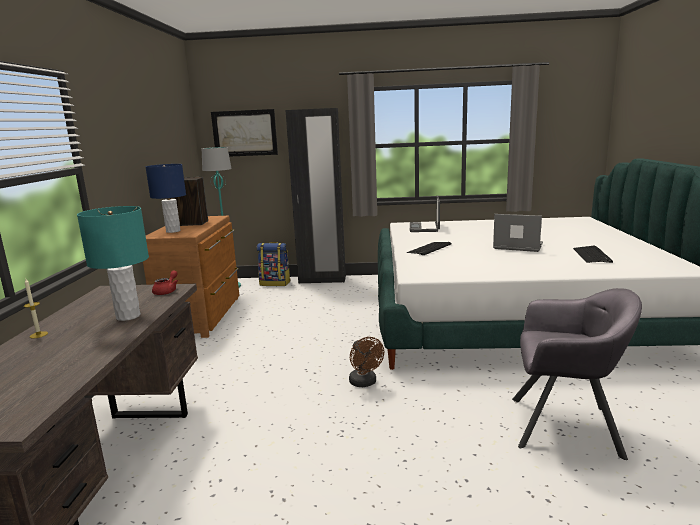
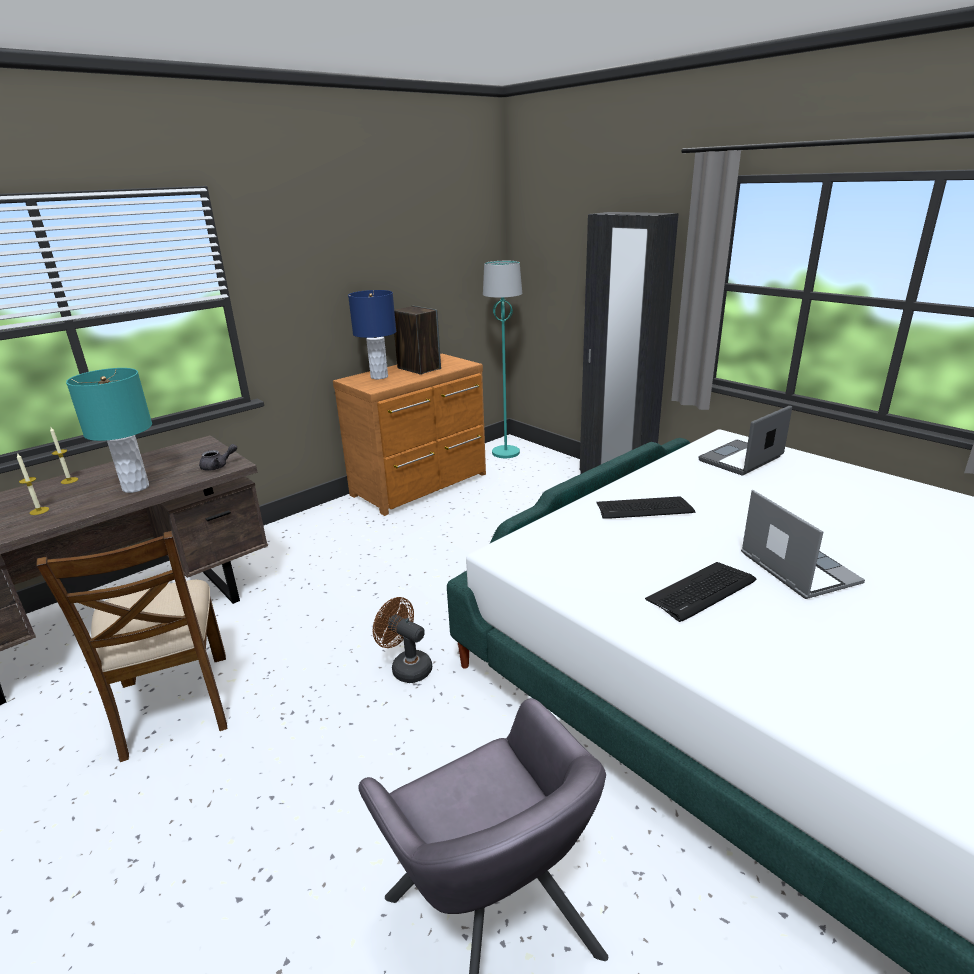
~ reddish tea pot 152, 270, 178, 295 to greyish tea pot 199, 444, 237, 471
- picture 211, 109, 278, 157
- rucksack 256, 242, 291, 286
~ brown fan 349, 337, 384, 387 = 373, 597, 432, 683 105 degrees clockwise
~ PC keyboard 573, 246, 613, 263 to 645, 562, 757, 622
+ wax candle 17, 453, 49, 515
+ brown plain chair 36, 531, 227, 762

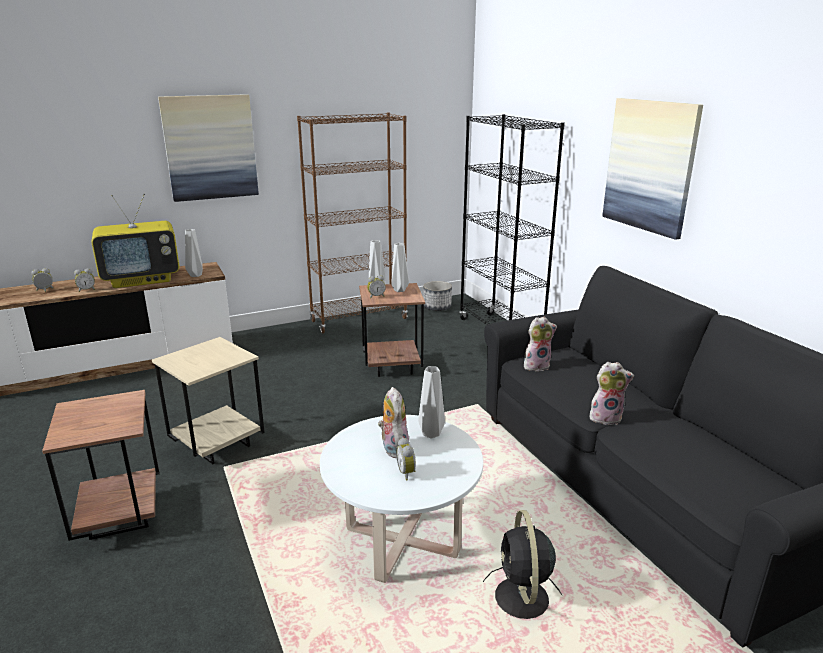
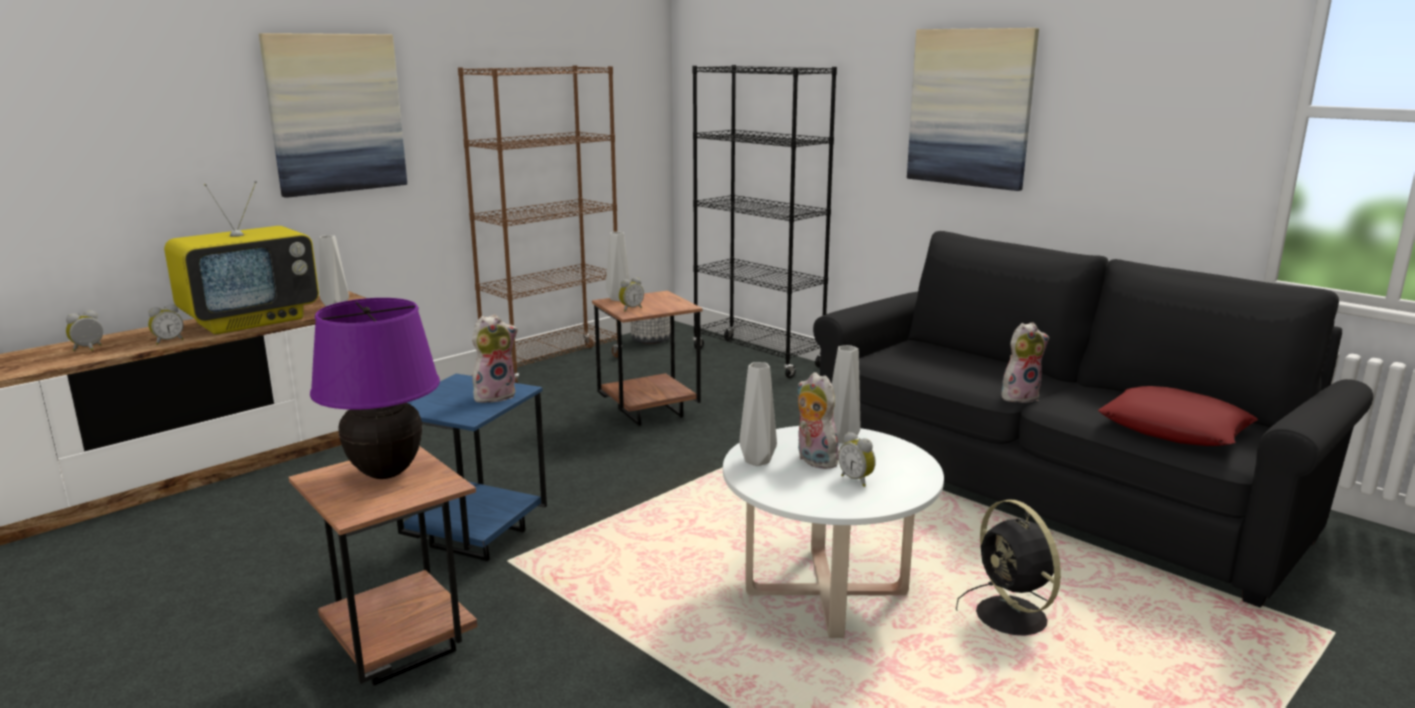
~ beige-coloured side table 152, 337, 265, 464 to blue side table 397, 374, 547, 561
~ greyish vase 391, 243, 409, 292 to 739, 362, 777, 466
~ plush toy 524, 317, 557, 371 to 472, 314, 518, 403
+ purple lamp for a table 310, 298, 440, 479
+ reddish throw pillow 1098, 386, 1258, 446

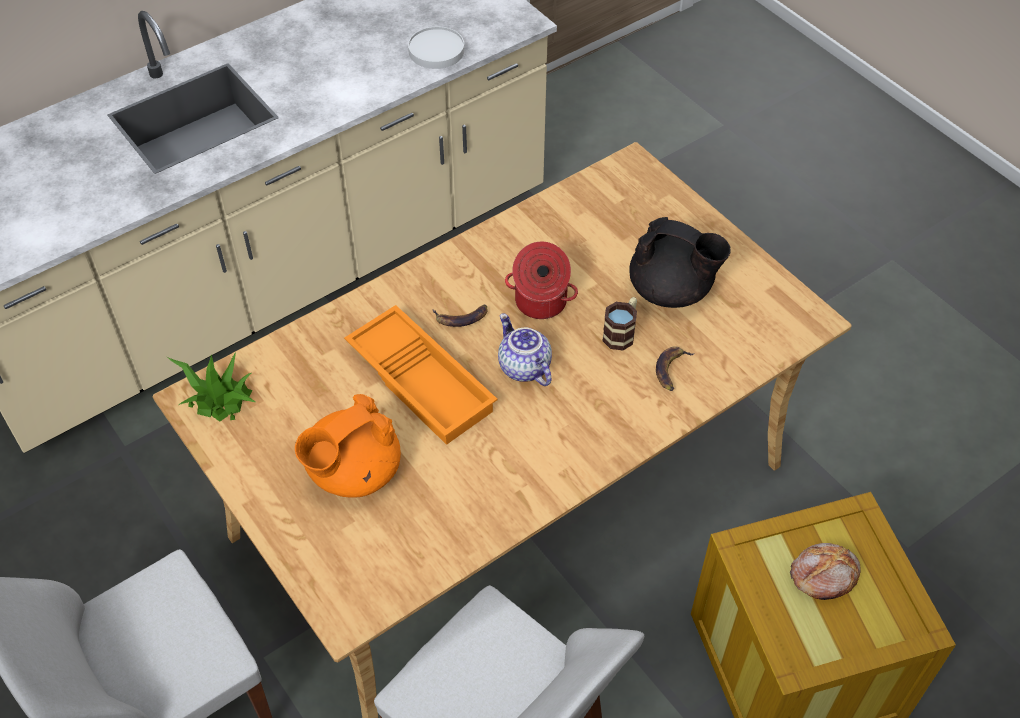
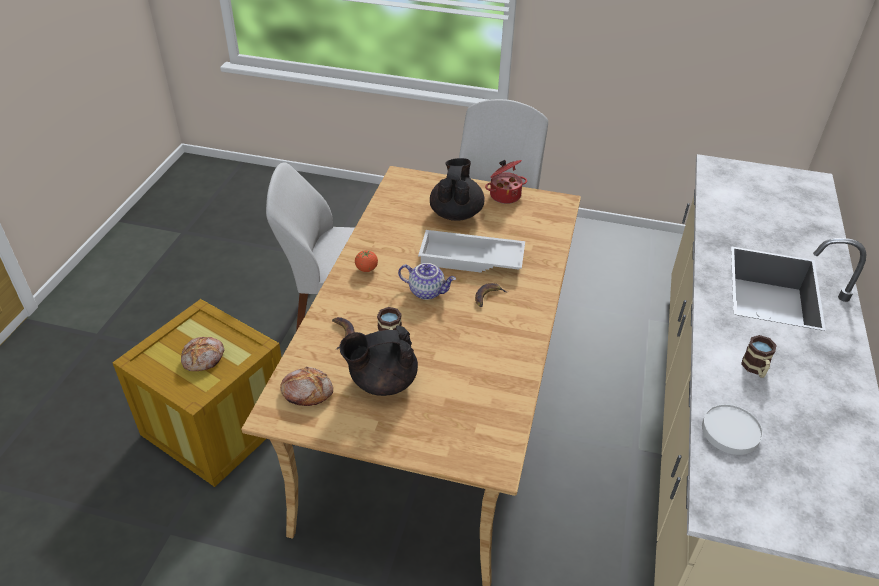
- potted plant 167, 353, 255, 422
~ orange-coloured tea pot 295, 394, 401, 498 to blackish tea pot 430, 158, 485, 221
~ orange-coloured tray 344, 305, 498, 445 to whitish tray 418, 230, 525, 273
~ cooking pot 505, 242, 578, 319 to 485, 160, 527, 204
+ bread 280, 367, 333, 406
+ tomato 355, 250, 378, 272
+ mug 741, 335, 777, 378

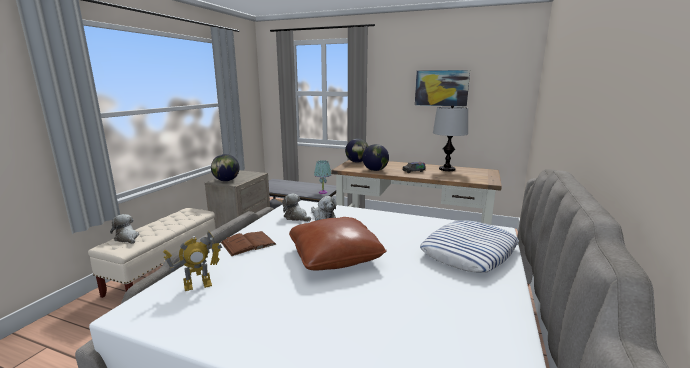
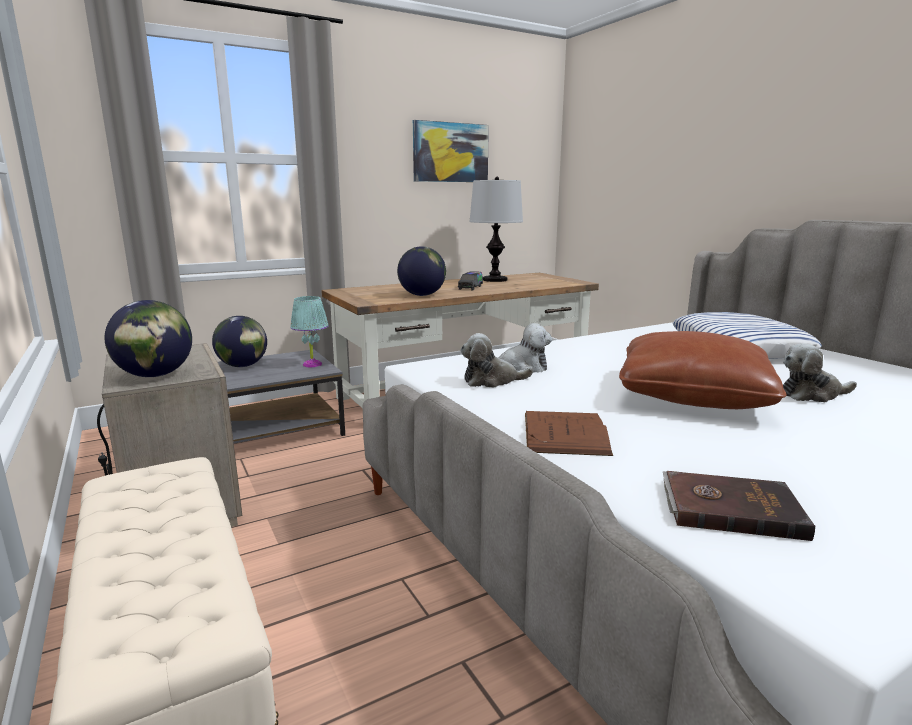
~ plush toy 110, 214, 139, 244 to 783, 344, 857, 402
~ toy robot 163, 230, 222, 291 to brown book 663, 471, 815, 541
~ desk globe 345, 138, 369, 163 to 212, 316, 267, 367

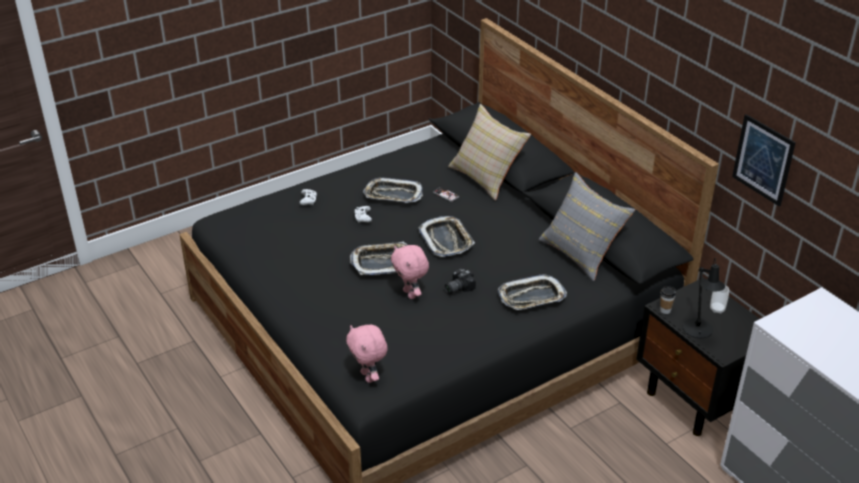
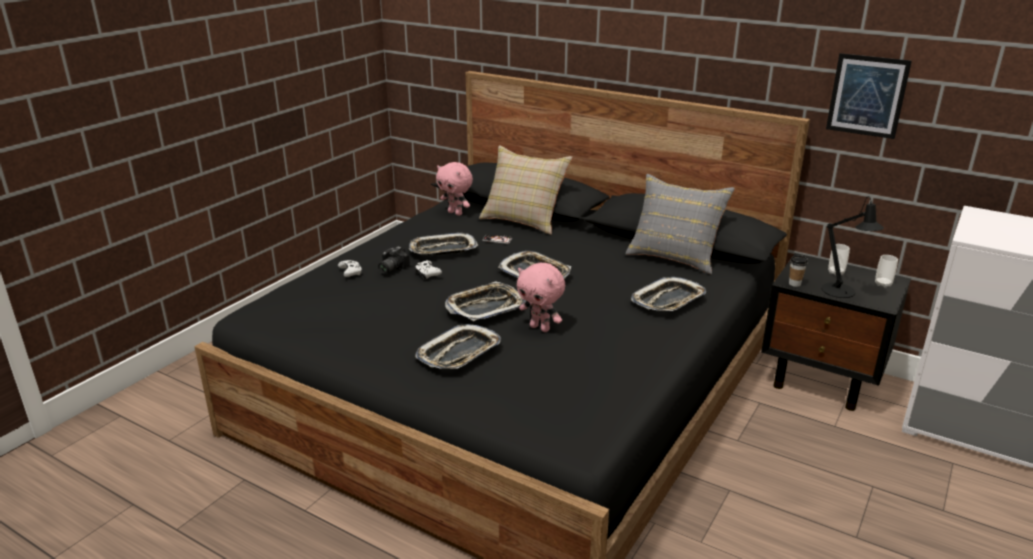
~ pinkish plush toy 346, 325, 388, 383 to 436, 162, 473, 216
~ still camera 445, 268, 476, 294 to 378, 246, 410, 274
+ tray 415, 324, 501, 369
+ cup 875, 255, 898, 288

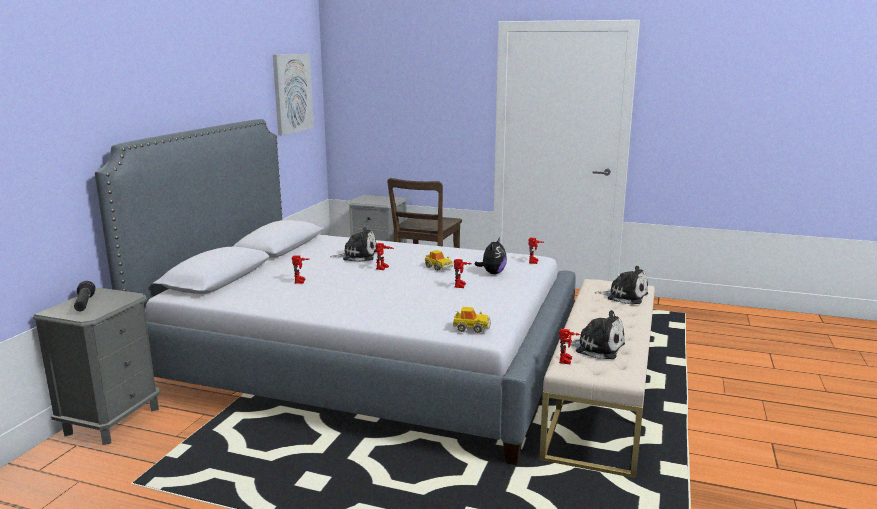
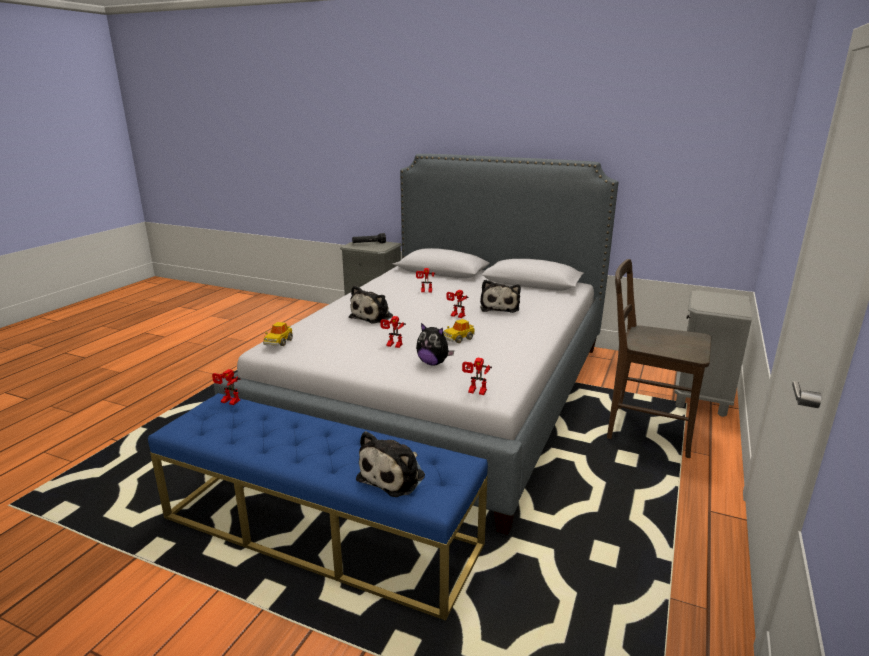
- picture 273, 54, 314, 135
~ beige-coloured indoor bench 539, 279, 655, 478 to blue indoor bench 148, 393, 488, 621
~ plush toy 565, 310, 625, 359 to 349, 286, 393, 324

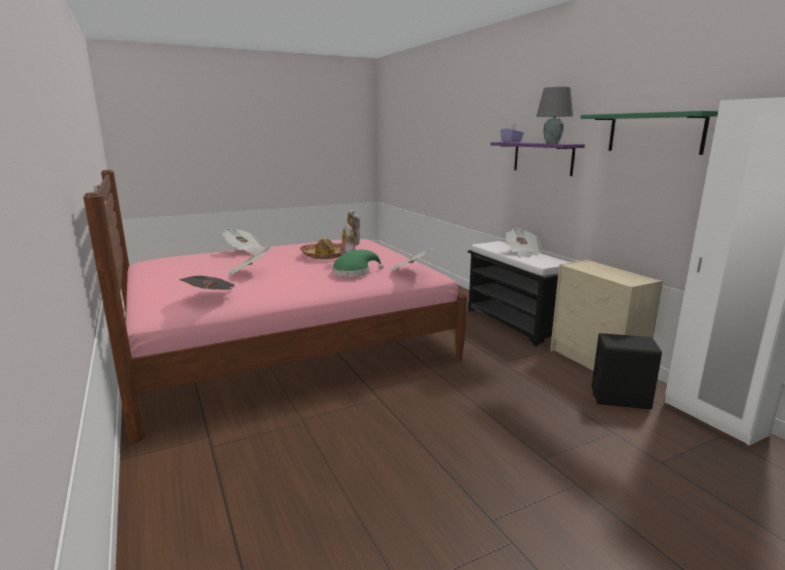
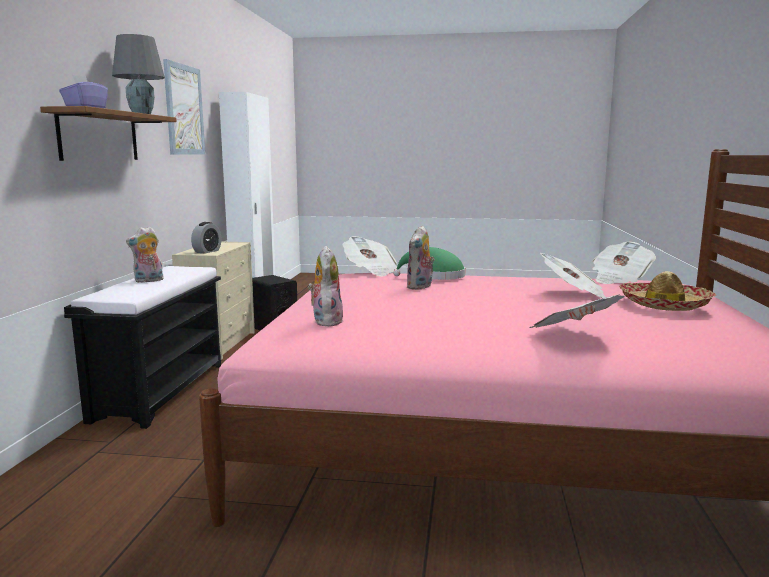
~ wearable hat 300, 238, 341, 259 to 620, 271, 716, 311
~ purple wall shelf 490, 142, 585, 176 to brown wall shelf 40, 106, 177, 161
~ printed paper 505, 228, 541, 257 to plush toy 126, 227, 164, 283
~ green-coloured wall shelf 580, 111, 718, 155 to picture 163, 59, 205, 155
+ bedside clock 191, 222, 222, 253

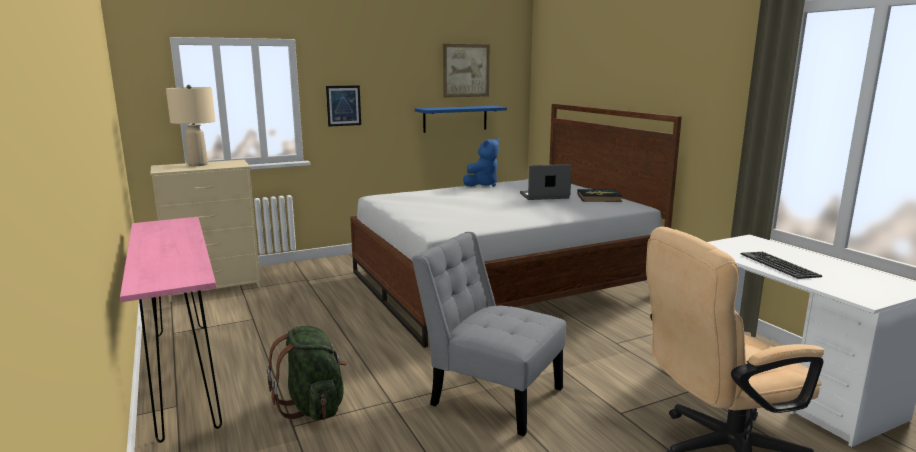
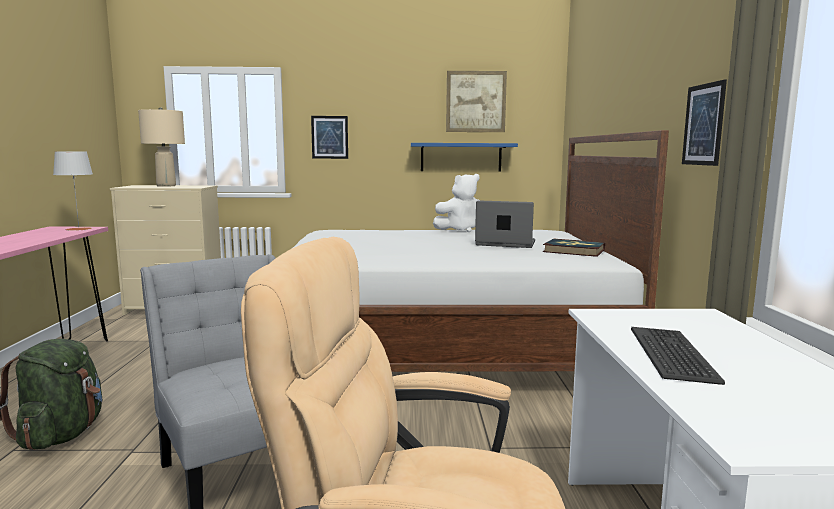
~ blue plush toy 463, 138, 499, 187 to whitish plush toy 433, 174, 480, 232
+ greyish lamp for a table 53, 151, 93, 231
+ picture 682, 79, 727, 166

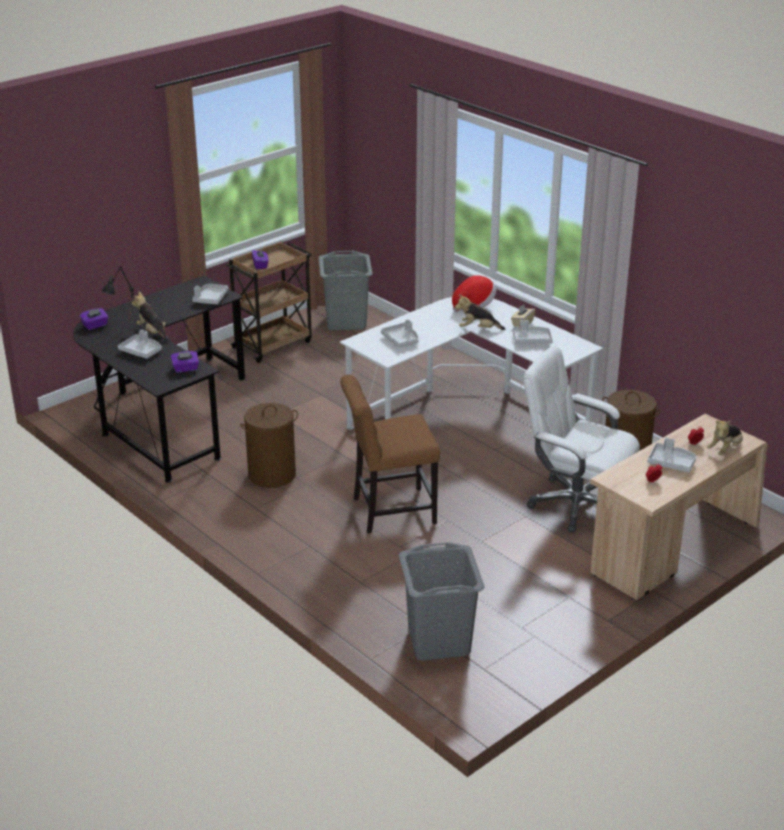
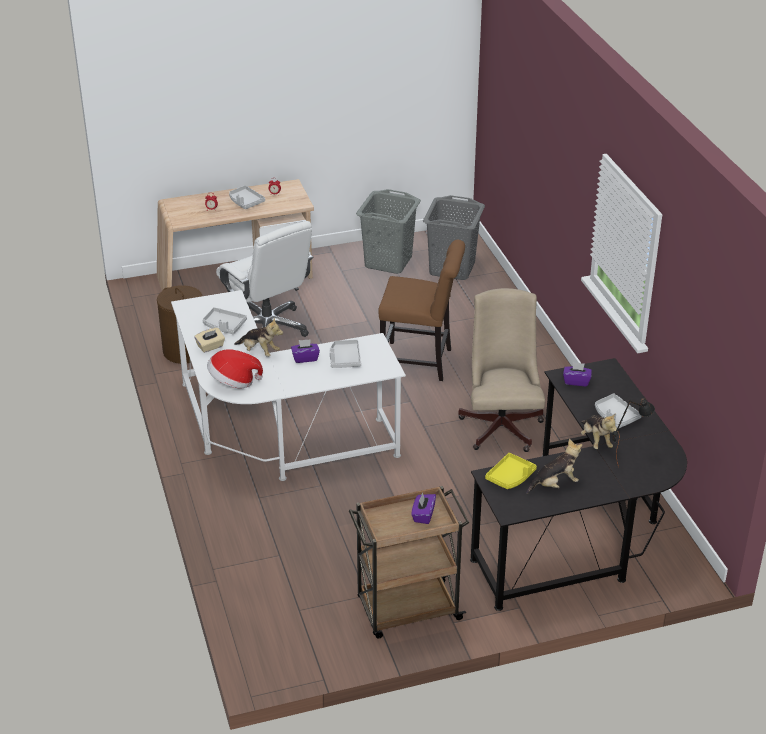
~ purple box of tissues 80, 308, 108, 330 to 291, 339, 320, 363
~ greyish tray 192, 284, 229, 304 to yellow-coloured tray 485, 453, 537, 489
~ brown washing basket 240, 403, 298, 488 to beige-coloured computer chair 458, 288, 545, 452
~ greyish washing basket 318, 251, 373, 331 to 356, 189, 421, 274
~ plush toy 707, 420, 743, 455 to 526, 439, 582, 494

